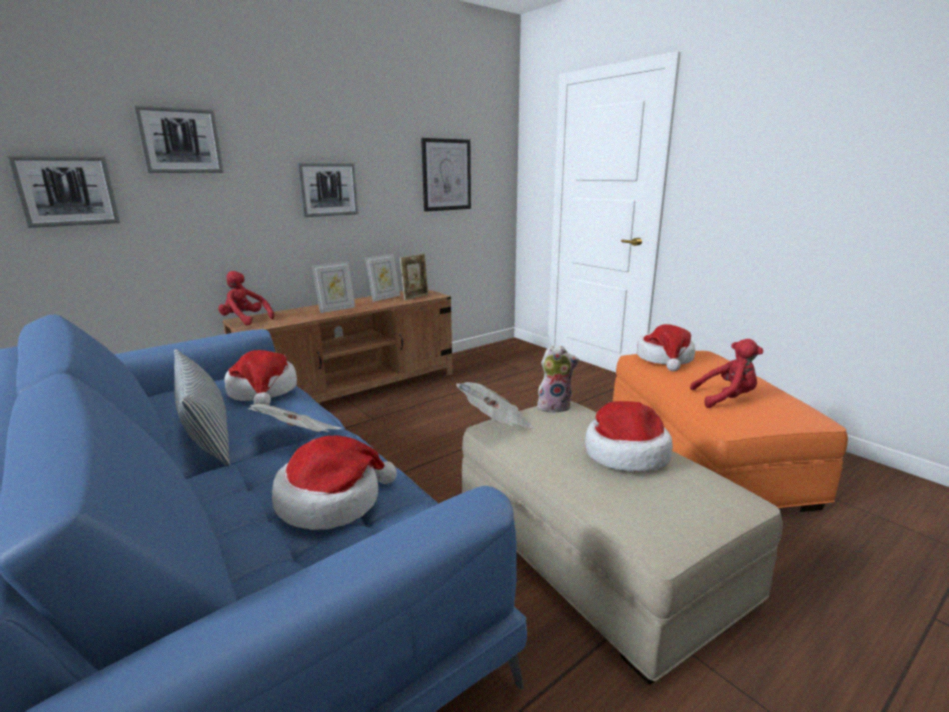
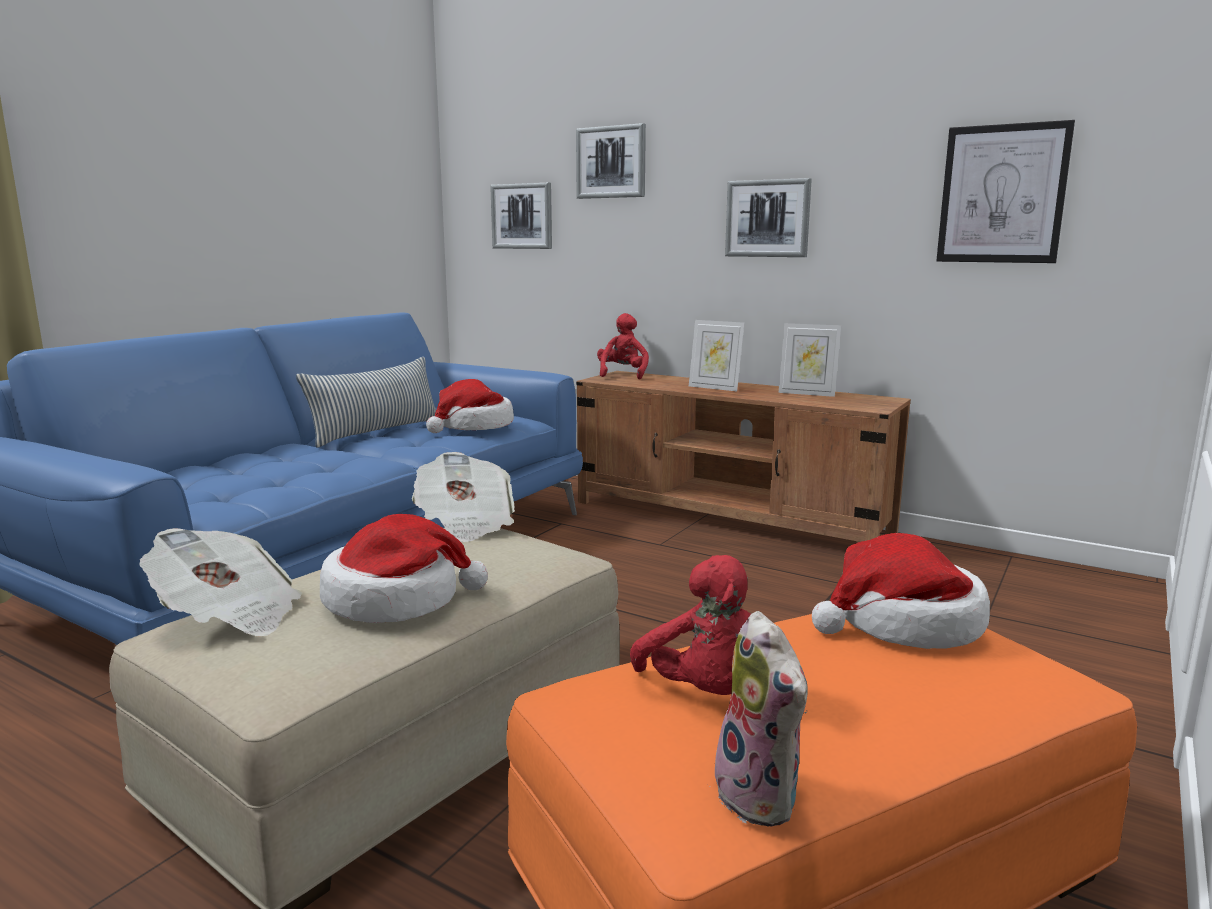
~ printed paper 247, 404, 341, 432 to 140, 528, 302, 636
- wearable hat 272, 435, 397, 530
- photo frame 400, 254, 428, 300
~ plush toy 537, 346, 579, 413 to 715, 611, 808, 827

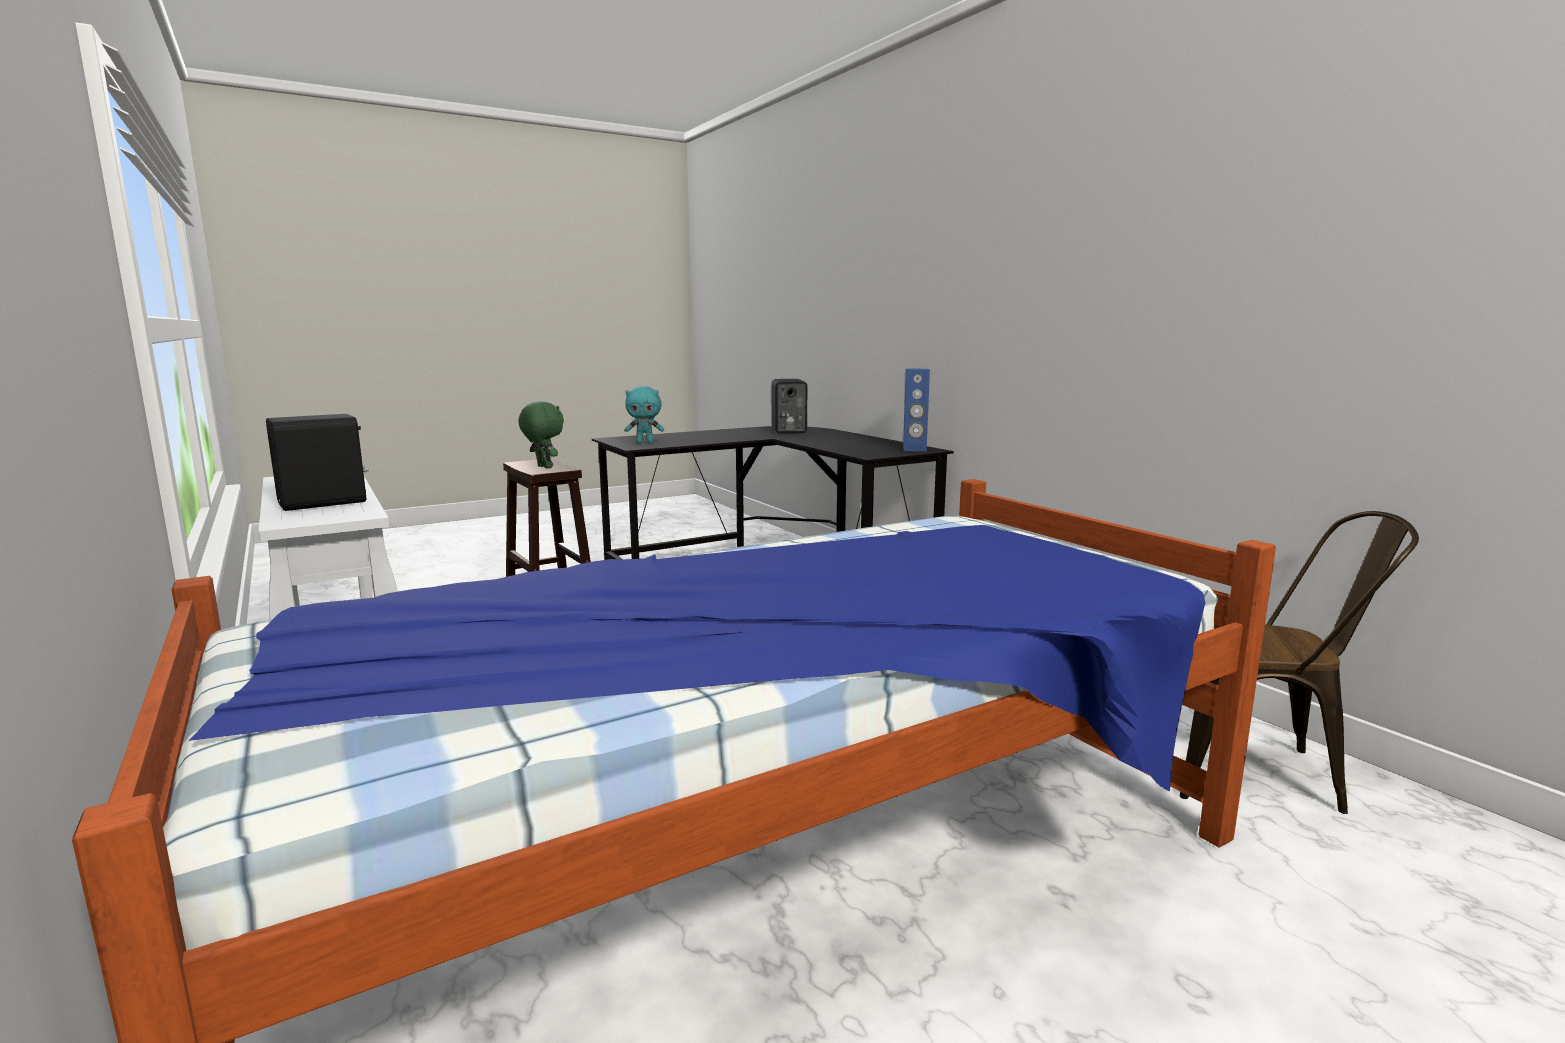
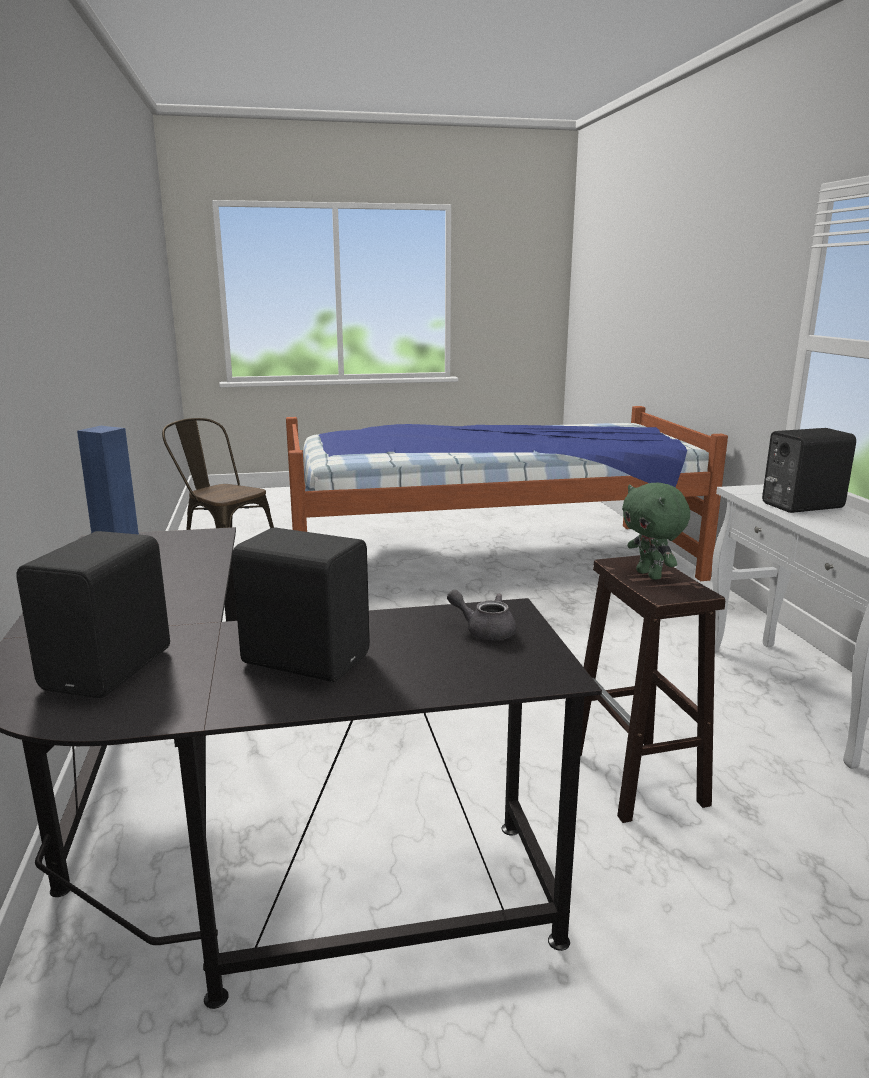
~ turquoise-coloured plush toy 624, 386, 664, 443 to greyish tea pot 447, 590, 516, 640
+ blackish loudspeaker 232, 528, 370, 682

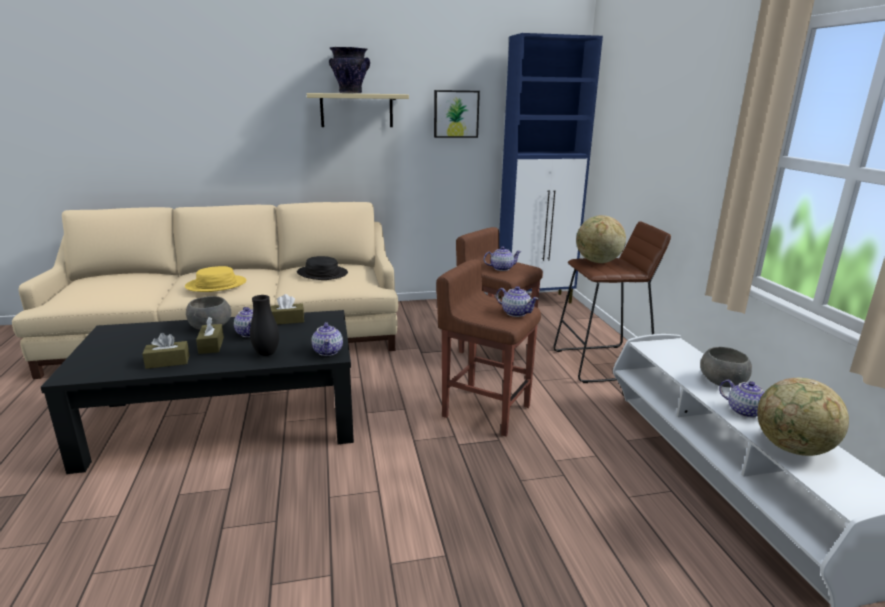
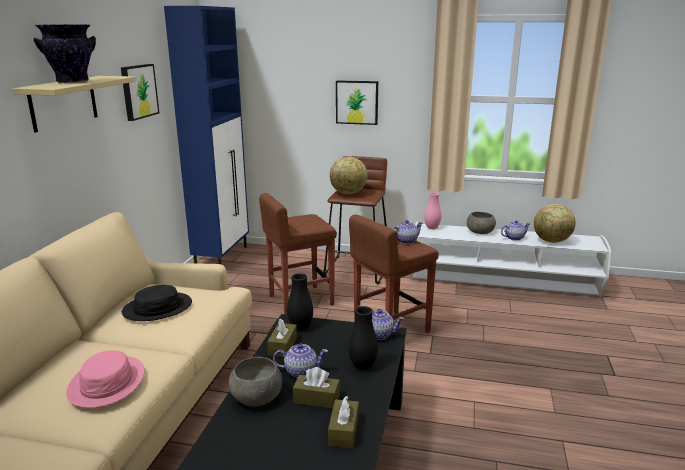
~ yellow-coloured wearable hat 185, 266, 246, 292 to pinkish wearable hat 66, 350, 145, 408
- tea pot 484, 246, 521, 271
+ blackish vase 287, 273, 313, 330
+ picture 336, 80, 378, 125
+ pinkish vase 424, 192, 441, 229

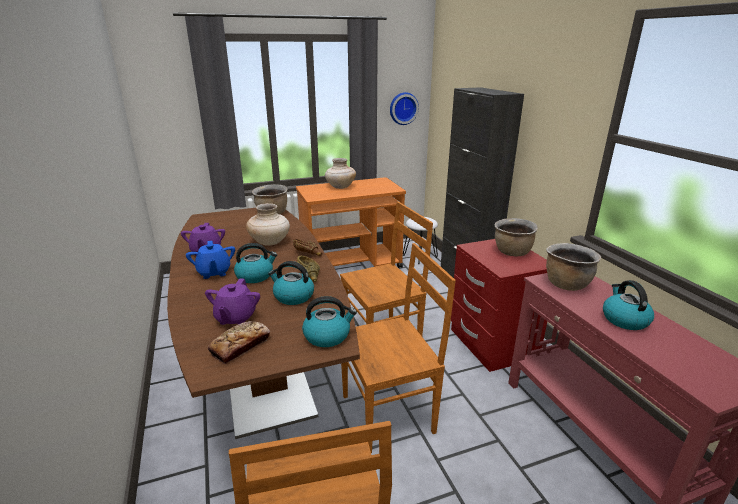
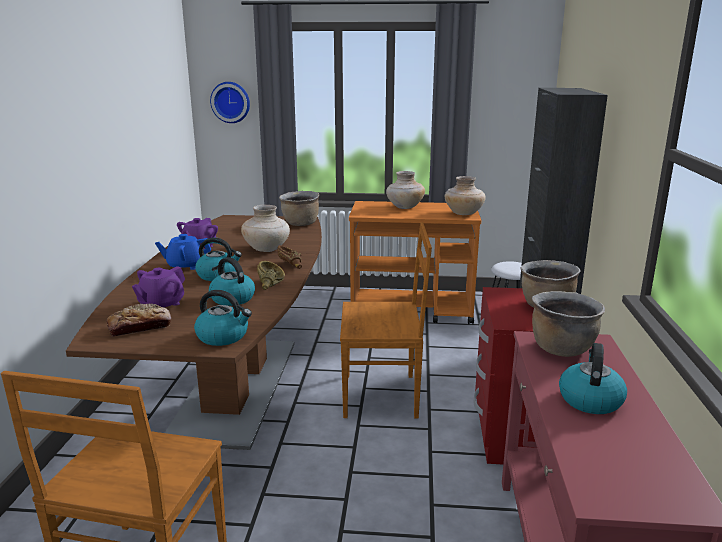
~ blue tea pot 186, 241, 235, 279 = 155, 234, 211, 270 75 degrees clockwise
- brown plain chair 341, 243, 456, 453
~ clock on the wall 390, 92, 419, 125 to 210, 82, 250, 123
+ beige-coloured vase 445, 176, 486, 215

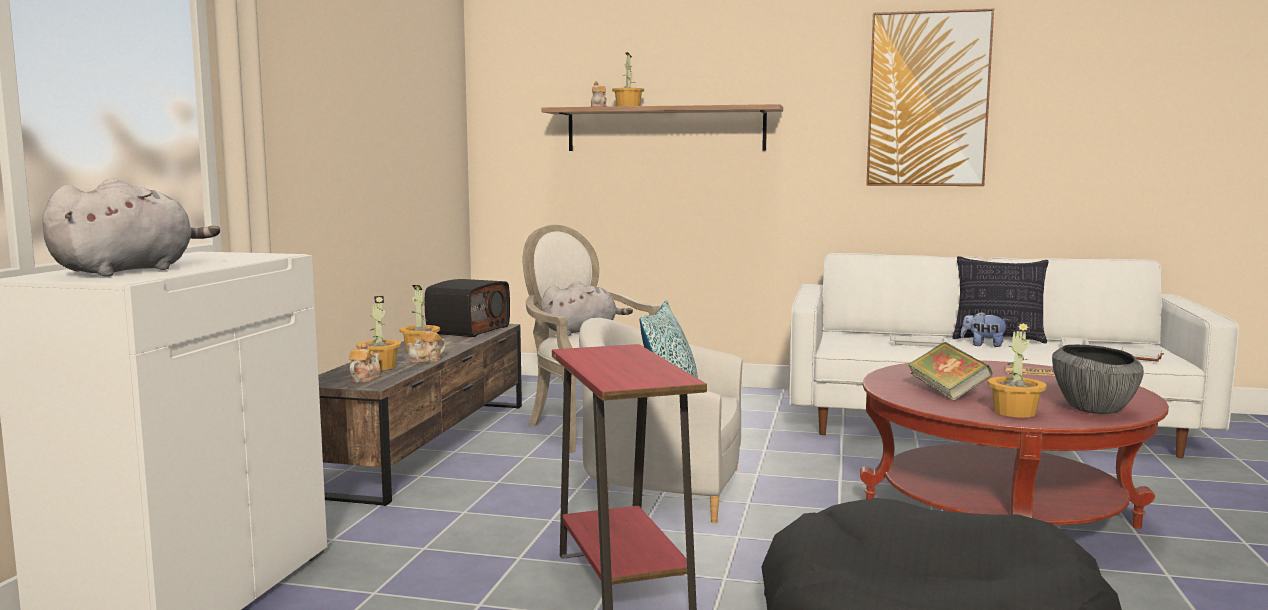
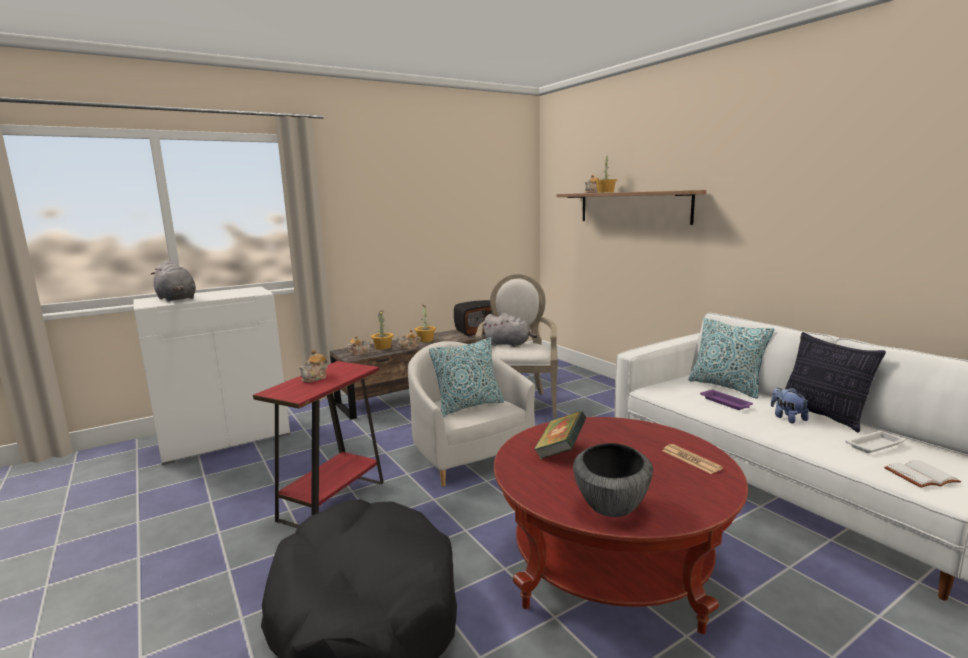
~ greyish plush toy 42, 178, 220, 276 = 151, 260, 196, 302 60 degrees clockwise
- picture 866, 9, 994, 186
~ whitish tray 890, 335, 950, 347 to purple tray 700, 389, 753, 410
- potted plant 987, 322, 1047, 418
+ tea pot 299, 349, 328, 383
+ throw pillow 688, 318, 775, 398

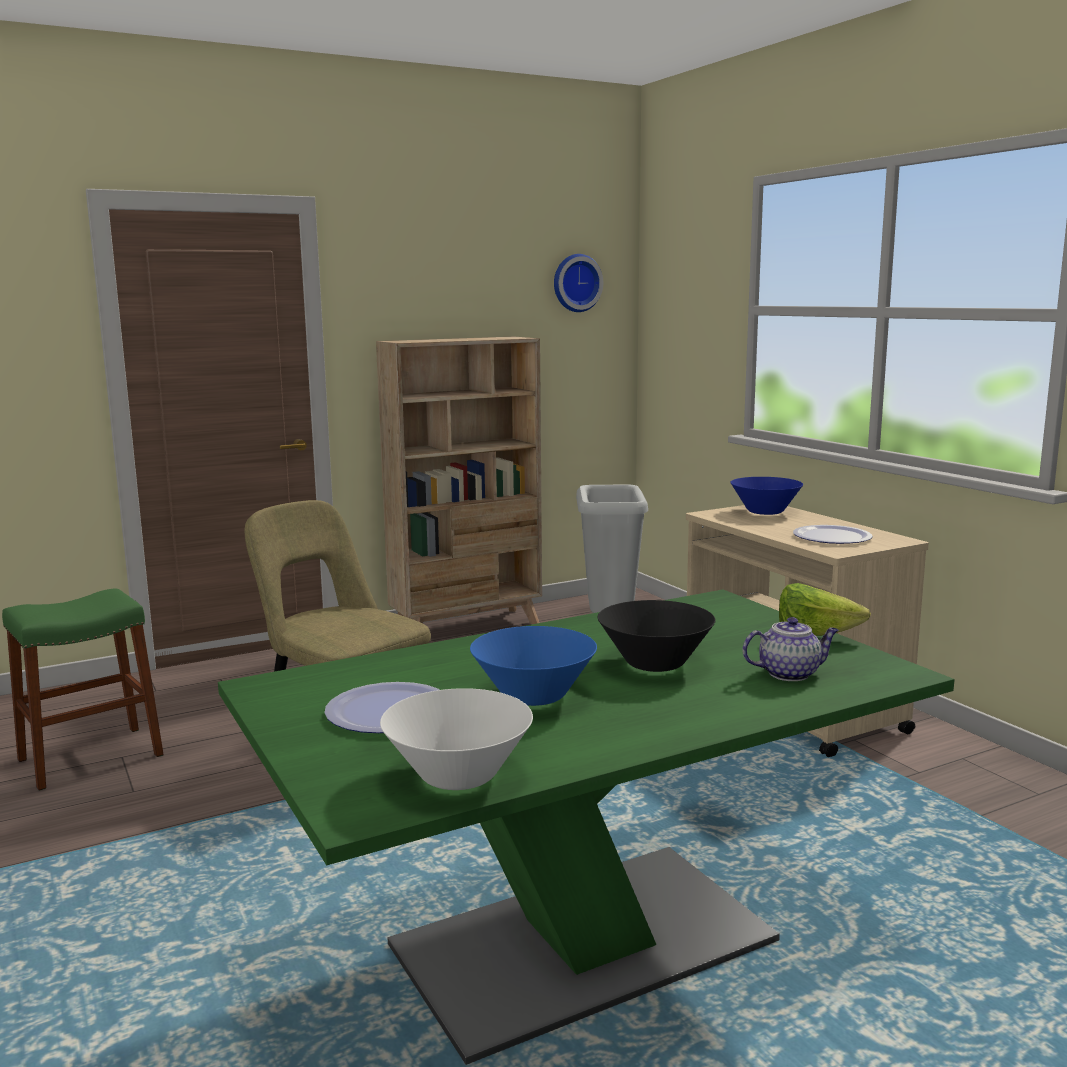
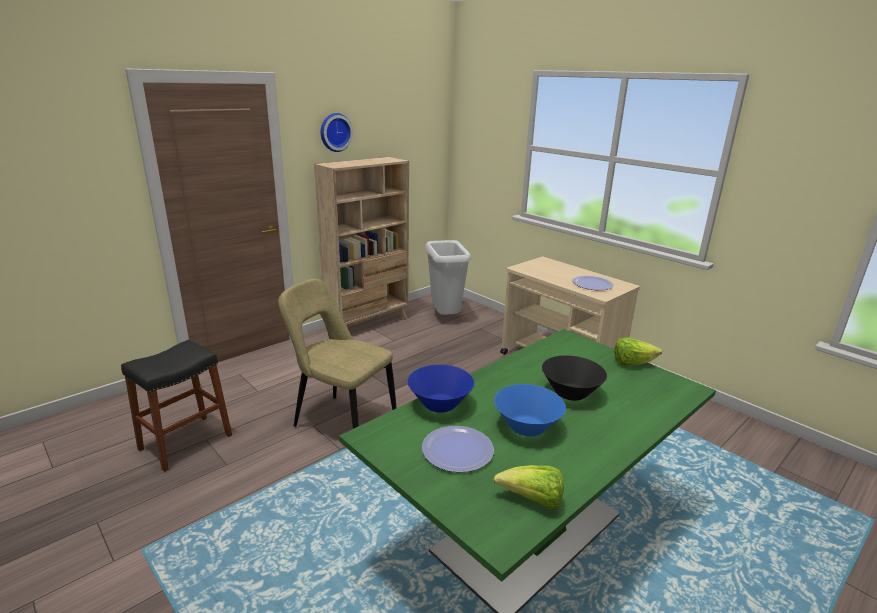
~ green-coloured stool seat 2, 588, 164, 791 to blackish stool seat 121, 340, 232, 472
~ whitish deep dish 380, 688, 533, 790 to head of lettuce 493, 465, 564, 508
~ clock on the wall 554, 254, 603, 312 to 321, 113, 353, 152
~ blue deep dish 730, 477, 803, 515 to 408, 365, 474, 413
- tea pot 742, 617, 839, 681

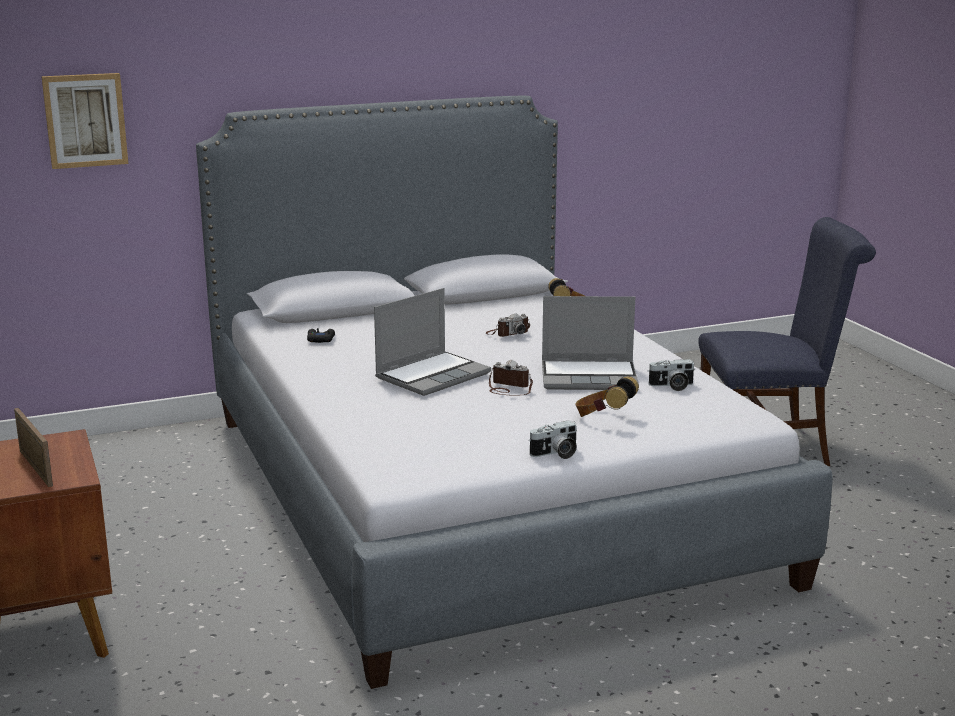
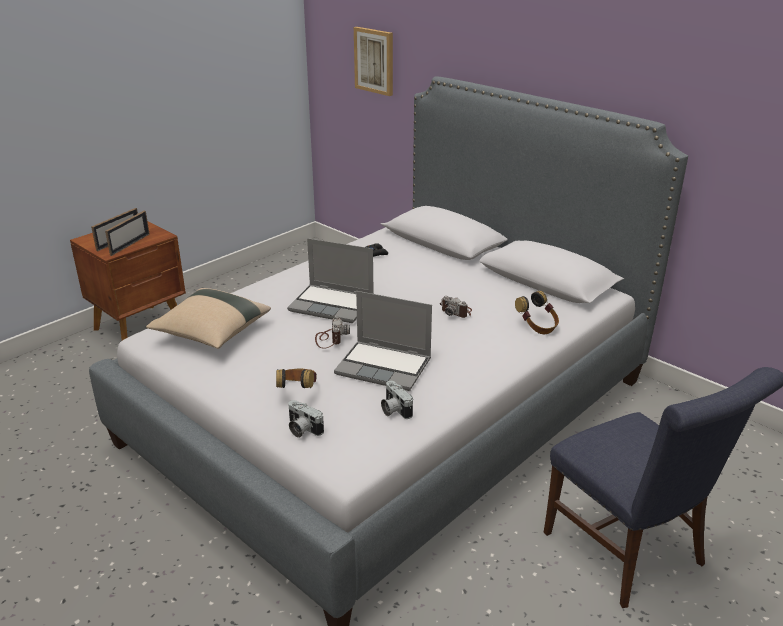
~ still camera 529, 420, 577, 459 to 288, 400, 324, 438
~ portable computer 542, 296, 639, 390 = 334, 291, 432, 391 45 degrees counterclockwise
+ photo frame 105, 211, 150, 256
+ beige-coloured throw pillow 146, 288, 271, 349

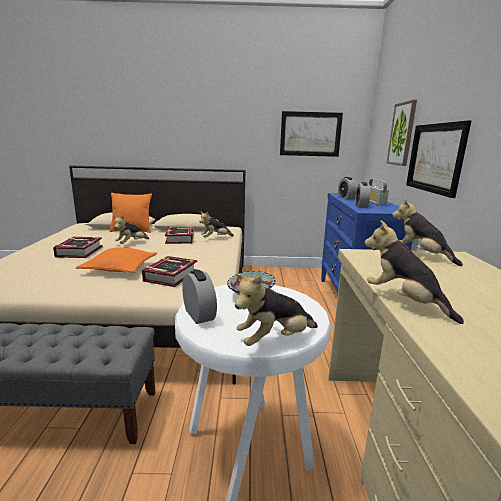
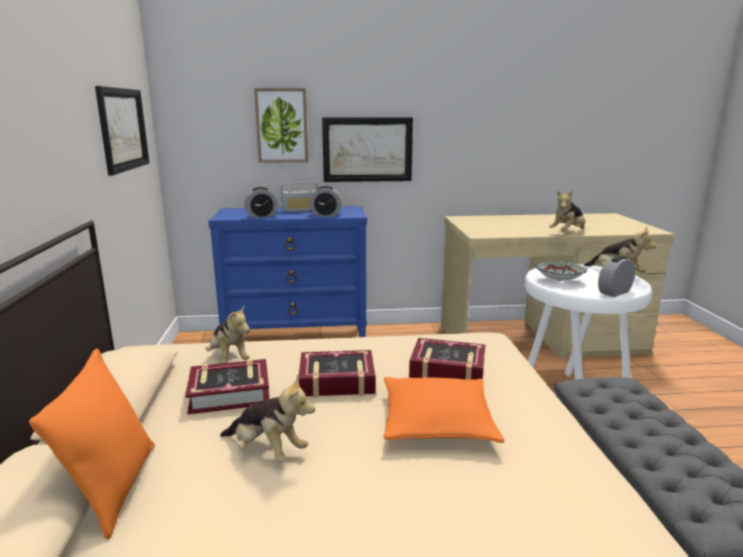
~ book 53, 237, 103, 258 to 298, 350, 376, 398
- plush toy 392, 199, 463, 266

